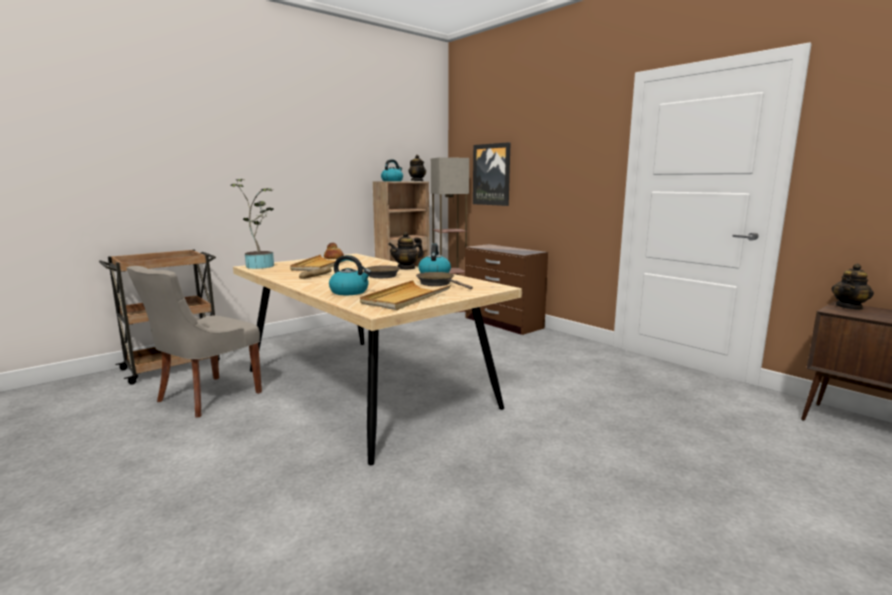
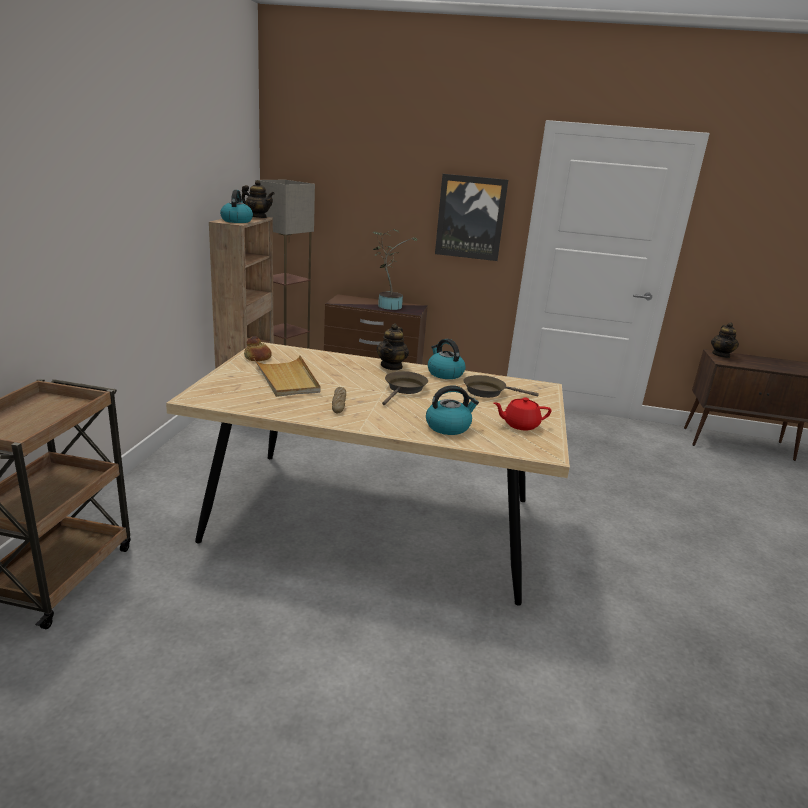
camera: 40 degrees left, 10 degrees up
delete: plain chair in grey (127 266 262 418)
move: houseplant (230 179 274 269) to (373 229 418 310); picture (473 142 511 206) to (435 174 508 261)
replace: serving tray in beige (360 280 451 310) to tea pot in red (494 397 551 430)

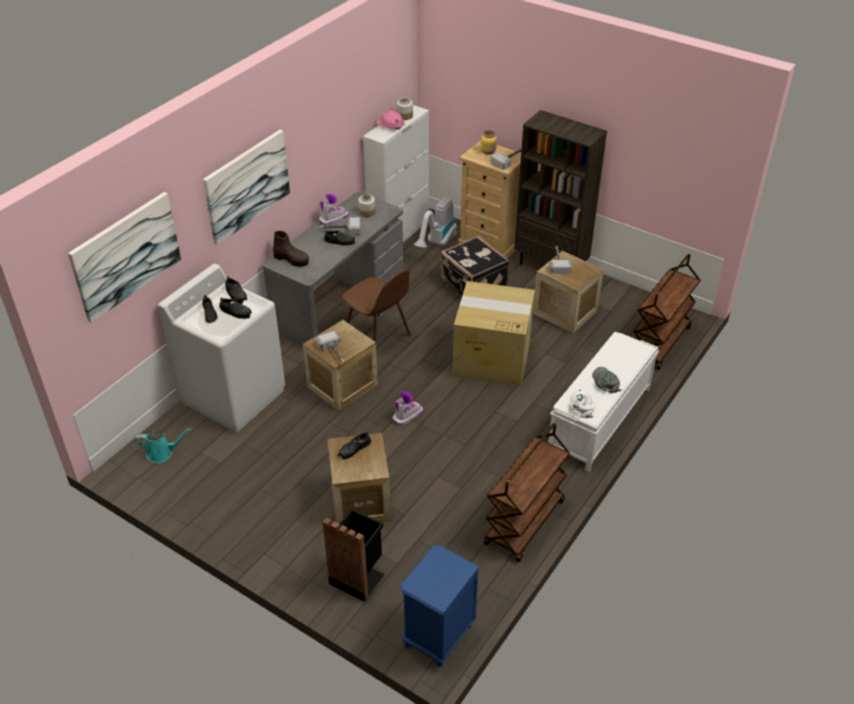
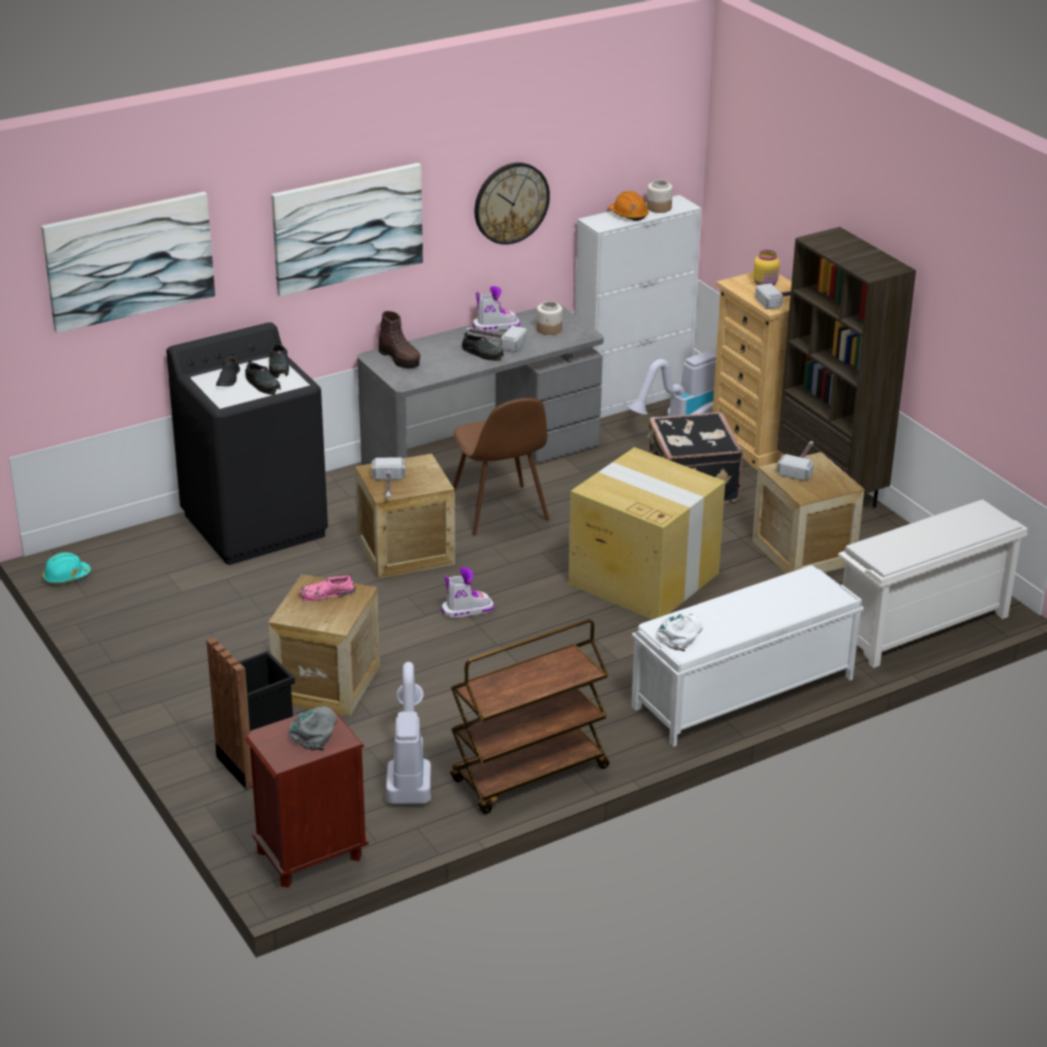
camera: 25 degrees right, 10 degrees down
delete: sprinkling can in turquoise (135 428 191 463)
insert: work helmet in turquoise (42 552 91 584); vacuum cleaner (386 662 431 804); clock on the wall (475 163 550 245)
move: cap in grey (592 367 621 393) to (289 706 337 750)
replace: wheeled cart in brown-coloured (633 253 701 370) to shoe stand in white (838 500 1028 668)
recolor: laundry appliance in white (158 264 285 432) to laundry appliance in black-coloured (166 322 328 565); item of footwear in black-coloured (338 432 372 460) to item of footwear in pink-coloured (299 574 356 601); work helmet in pink-coloured (377 110 405 129) to work helmet in orange (608 191 649 221); nightstand in blue-coloured (400 545 480 667) to nightstand in brown-coloured (245 708 368 888)

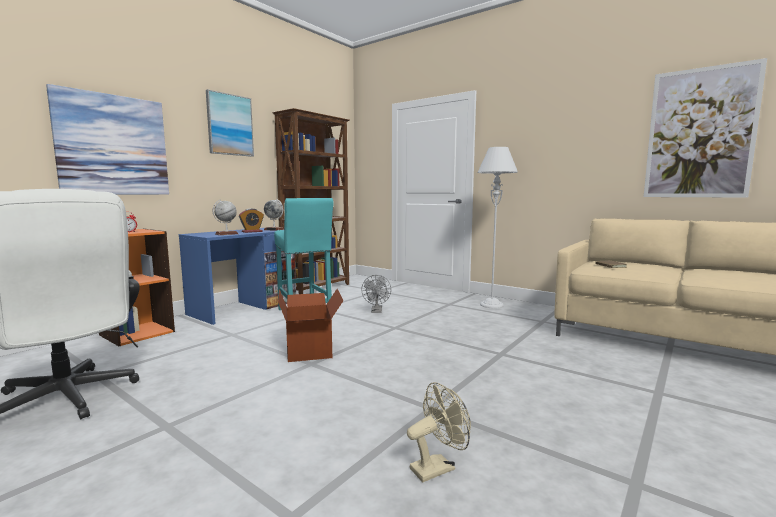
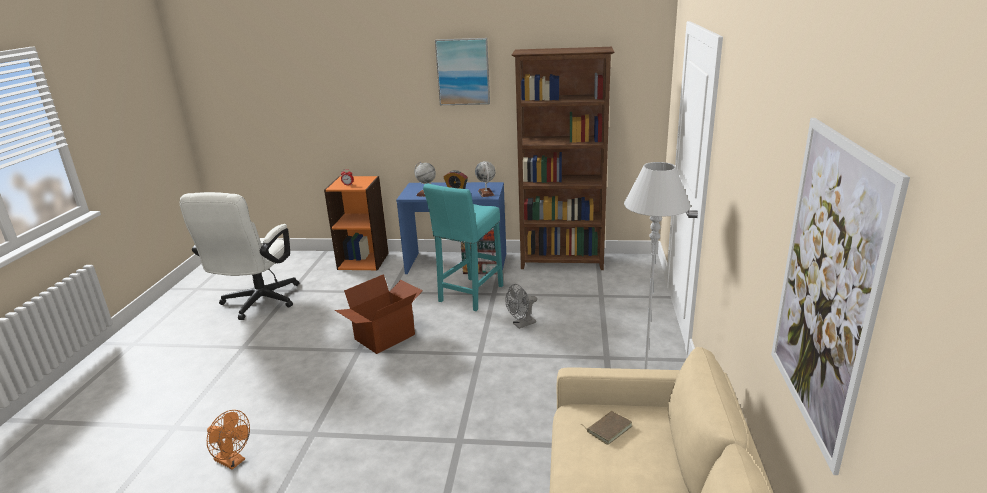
camera: 60 degrees right, 15 degrees up
delete: picture (46 84 169 195)
recolor: electric fan in beige (407 382 471 482) to electric fan in orange (207 410 250 470)

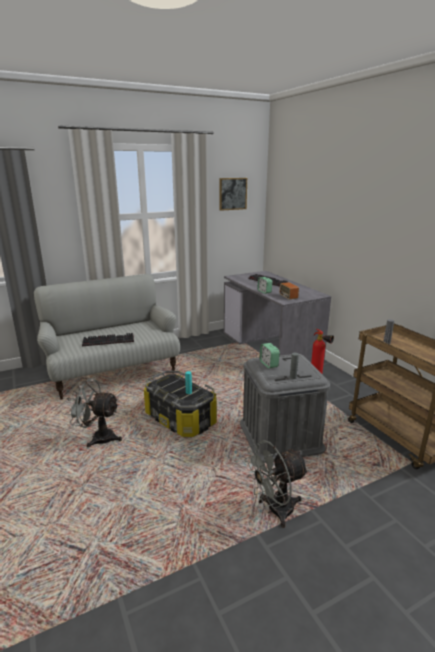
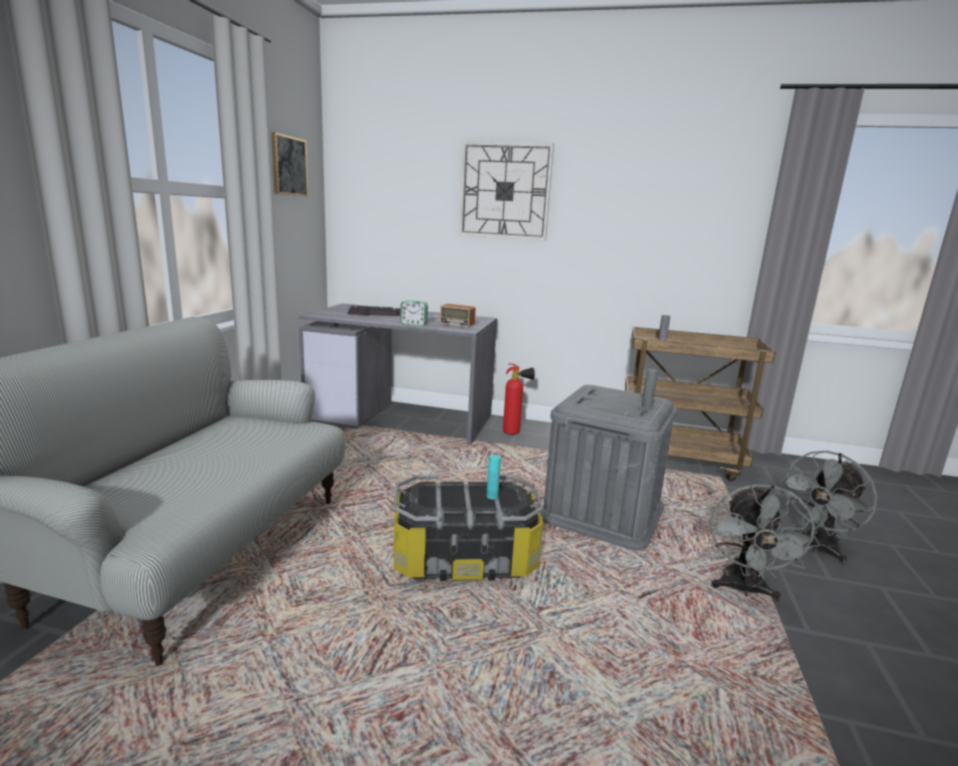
camera: 50 degrees left, 5 degrees down
delete: keyboard (82 333 134 347); alarm clock (260 343 280 368)
insert: clock on the wall (459 141 554 241)
move: electric fan in grey (66 378 122 448) to (779 451 878 564)

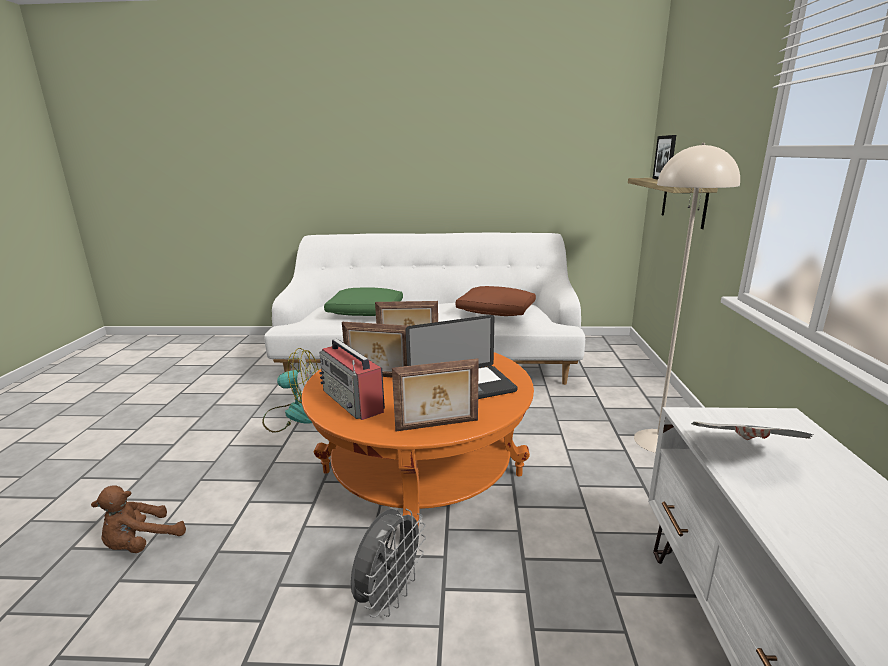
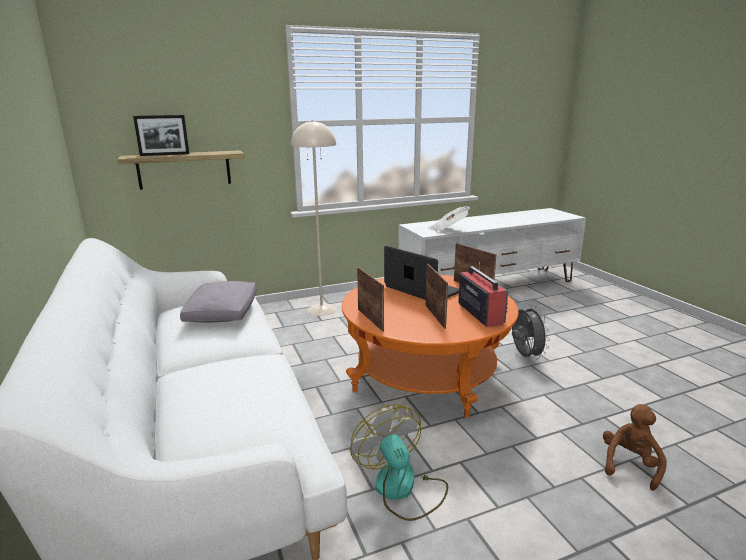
camera: 115 degrees left, 0 degrees up
delete: throw pillow in greenish (324 287 403 316)
recolor: throw pillow in brown-coloured (455 286 536 316) to throw pillow in grey (180 281 257 322)
rotate: plush toy in brown-coloured (91 485 186 553) = (603 404 667 491) 75 degrees counterclockwise; radio receiver (319 339 385 420) = (458 262 508 327) 45 degrees counterclockwise; electric fan in grey (351 509 426 618) = (512 305 550 359) 75 degrees clockwise

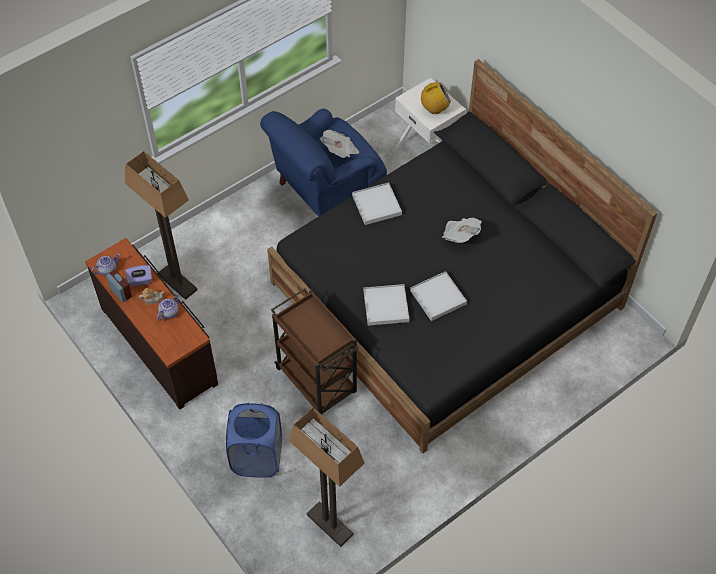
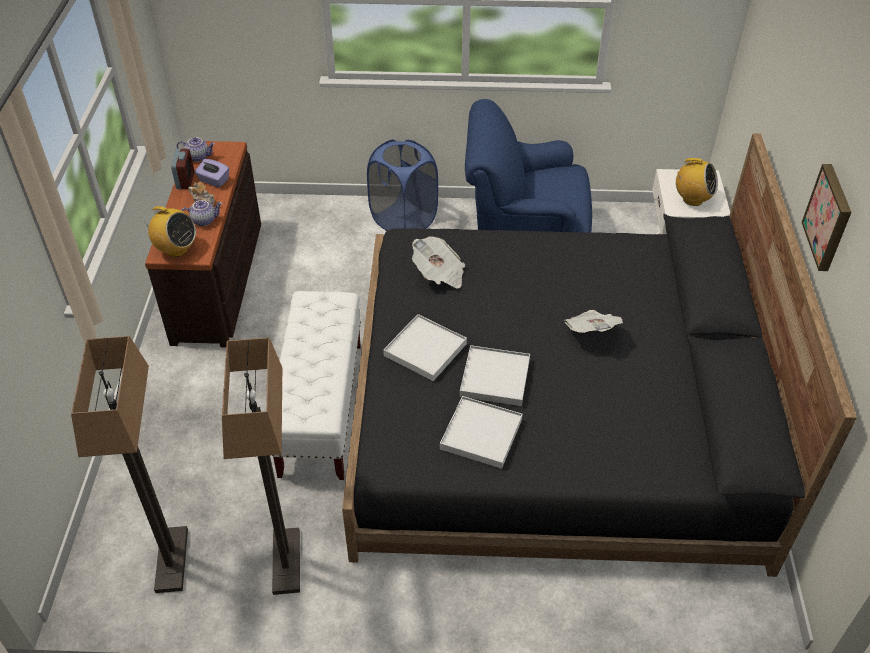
camera: 40 degrees right, 10 degrees down
insert: radio receiver (142 206 196 257); picture (802 164 852 271)
move: floor lamp (125 151 197 300) to (222 338 300 595); hamper in blue-coloured (226 403 282 478) to (367 140 438 231); printed paper (320 130 359 158) to (412 236 465 288); serving tray in white (352 182 402 225) to (440 396 523 469)
replace: wheeled cart in brown-coloured (271 288 359 415) to bench in white (272 291 361 480)

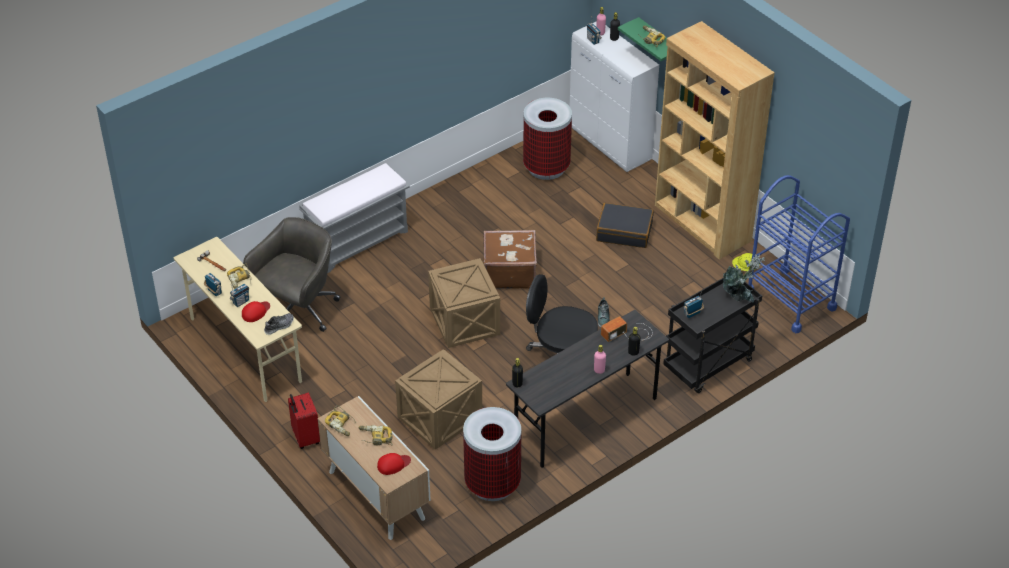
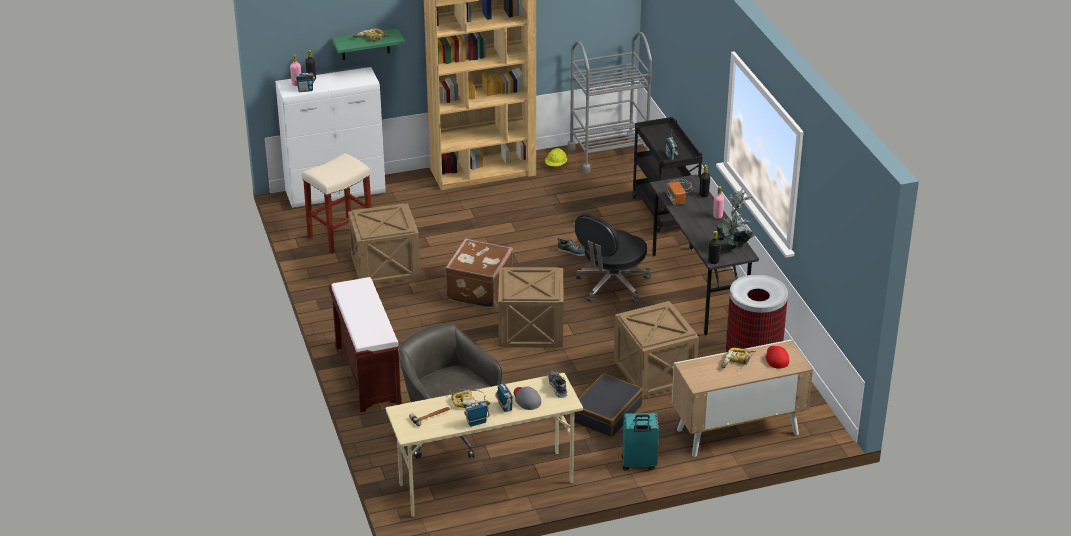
camera: 70 degrees left, 10 degrees down
delete: electric drill (325 405 356 436)
insert: shipping crate (348 203 421 284)
move: piece of luggage in black-coloured (596 203 654 248) to (574 374 643 437); houseplant (723 254 765 303) to (717 189 755 250)
replace: waste bin (523 98 572 180) to stool in beige (302 153 372 254)
recolor: cap in red (242 301 270 322) to cap in grey (514 386 541 410); piece of luggage in red (288 393 320 449) to piece of luggage in turquoise (622 413 659 471); bench in grey (299 163 410 273) to bench in brown-coloured (329 277 402 412); wheeled cart in blue-coloured (748 175 850 333) to wheeled cart in grey (567 32 652 173)

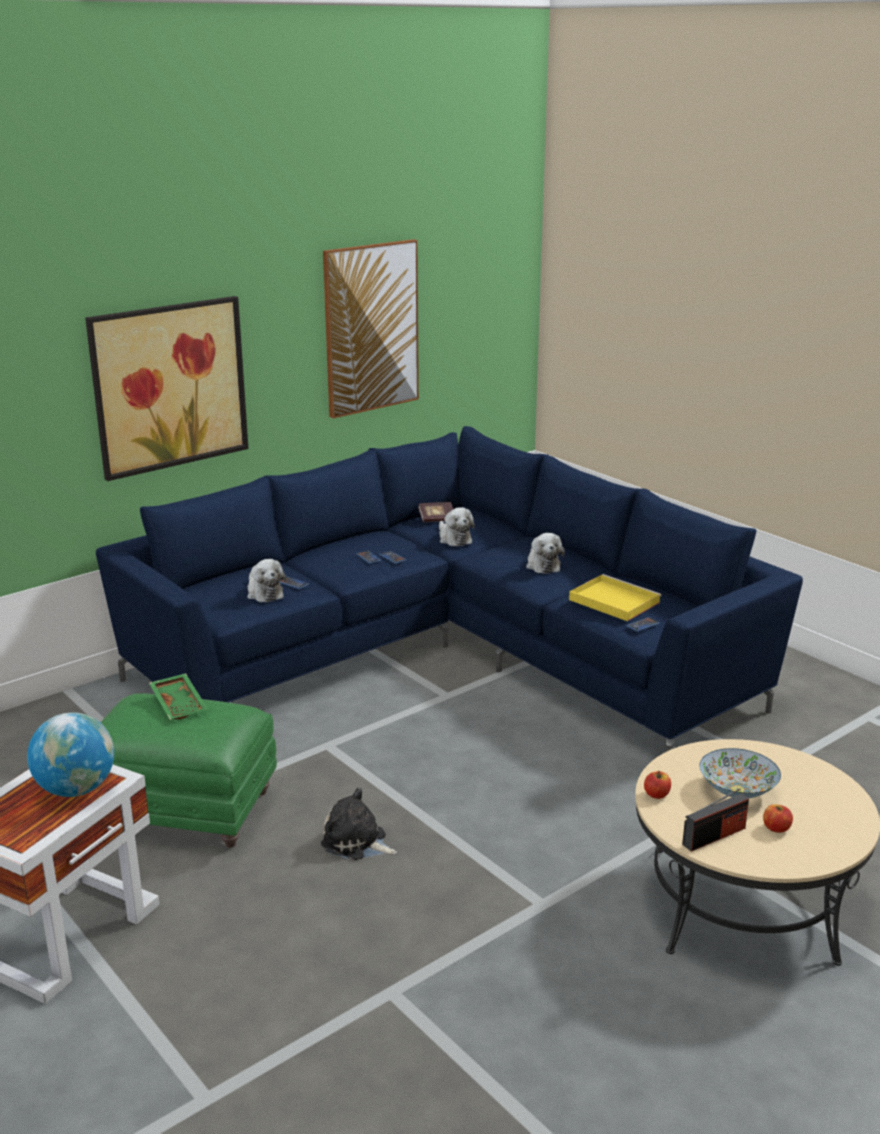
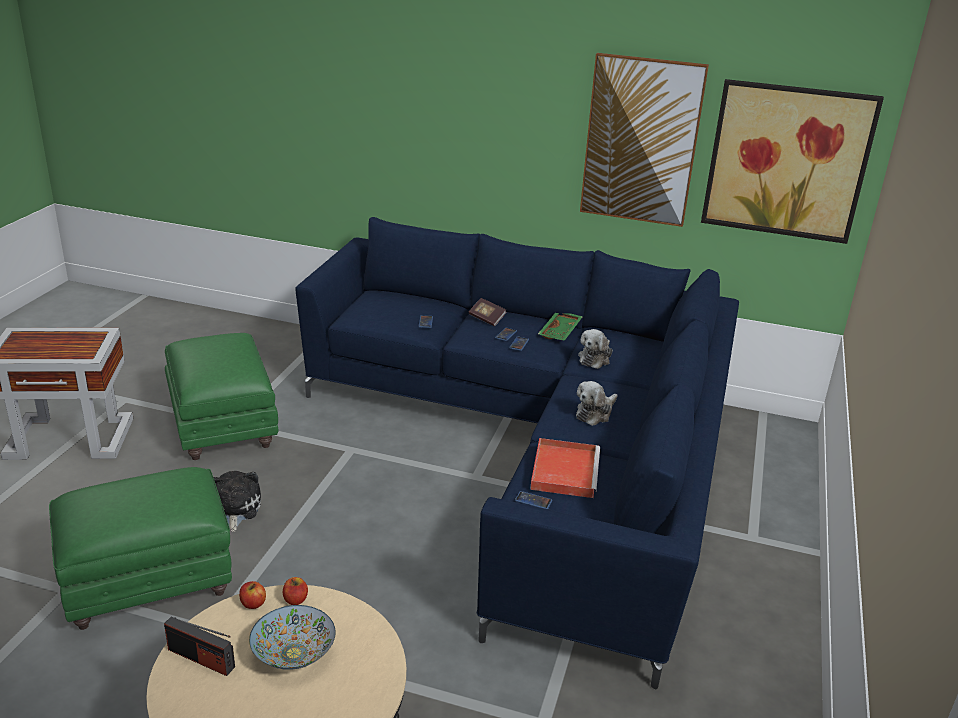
camera: 55 degrees right, 5 degrees up
delete: world globe (27 712 114 797); plush toy (247 559 286 603)
insert: pouffe in greenish (49 467 232 630)
move: picture (85 296 249 481) to (701 79 884 244); serving tray in greenish (149 673 208 720) to (538 313 583 341); volume (418 502 453 522) to (469 298 506 326); apple (763 804 793 833) to (283 577 308 605)
recolor: serving tray in yellowish (569 574 661 621) to serving tray in red (530 438 600 498)

